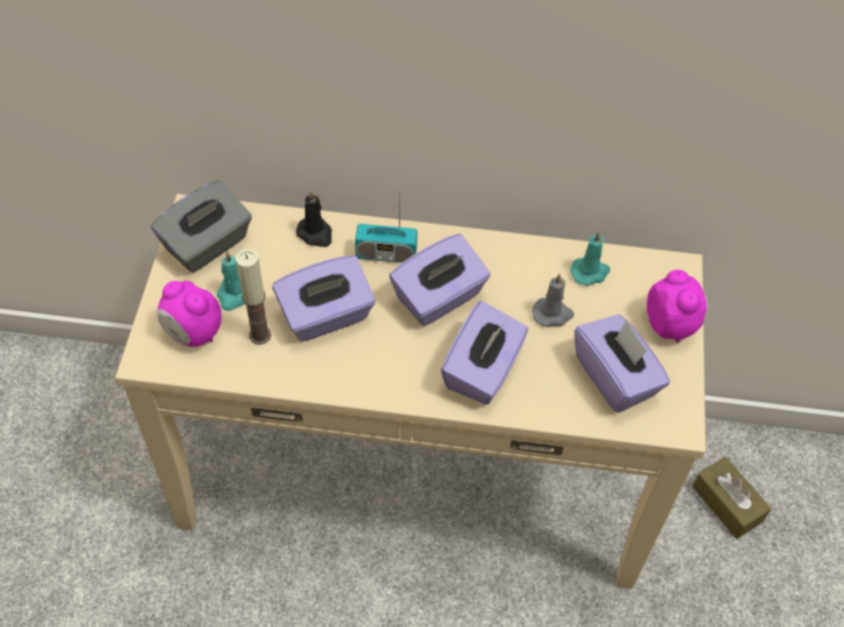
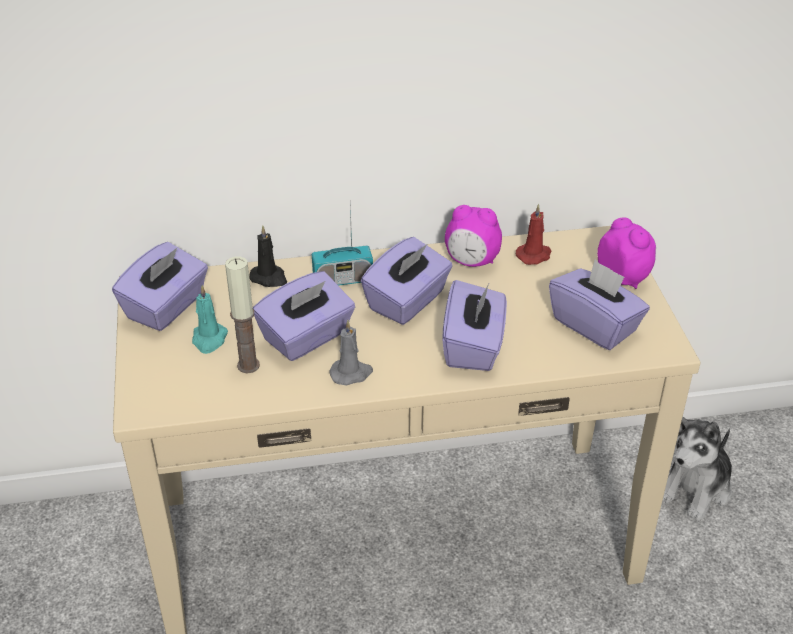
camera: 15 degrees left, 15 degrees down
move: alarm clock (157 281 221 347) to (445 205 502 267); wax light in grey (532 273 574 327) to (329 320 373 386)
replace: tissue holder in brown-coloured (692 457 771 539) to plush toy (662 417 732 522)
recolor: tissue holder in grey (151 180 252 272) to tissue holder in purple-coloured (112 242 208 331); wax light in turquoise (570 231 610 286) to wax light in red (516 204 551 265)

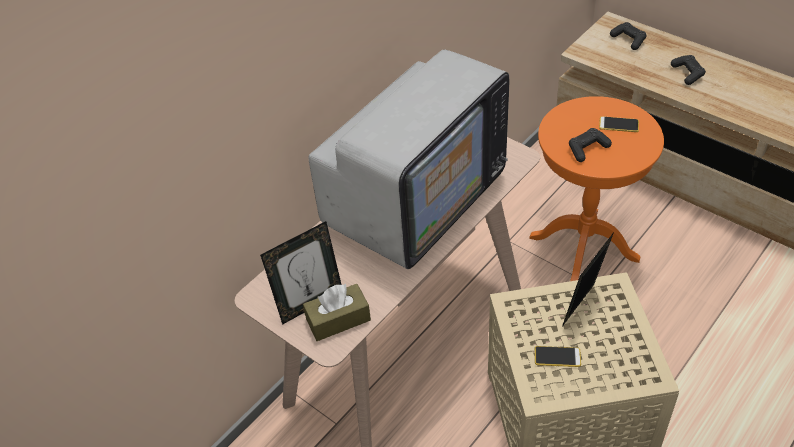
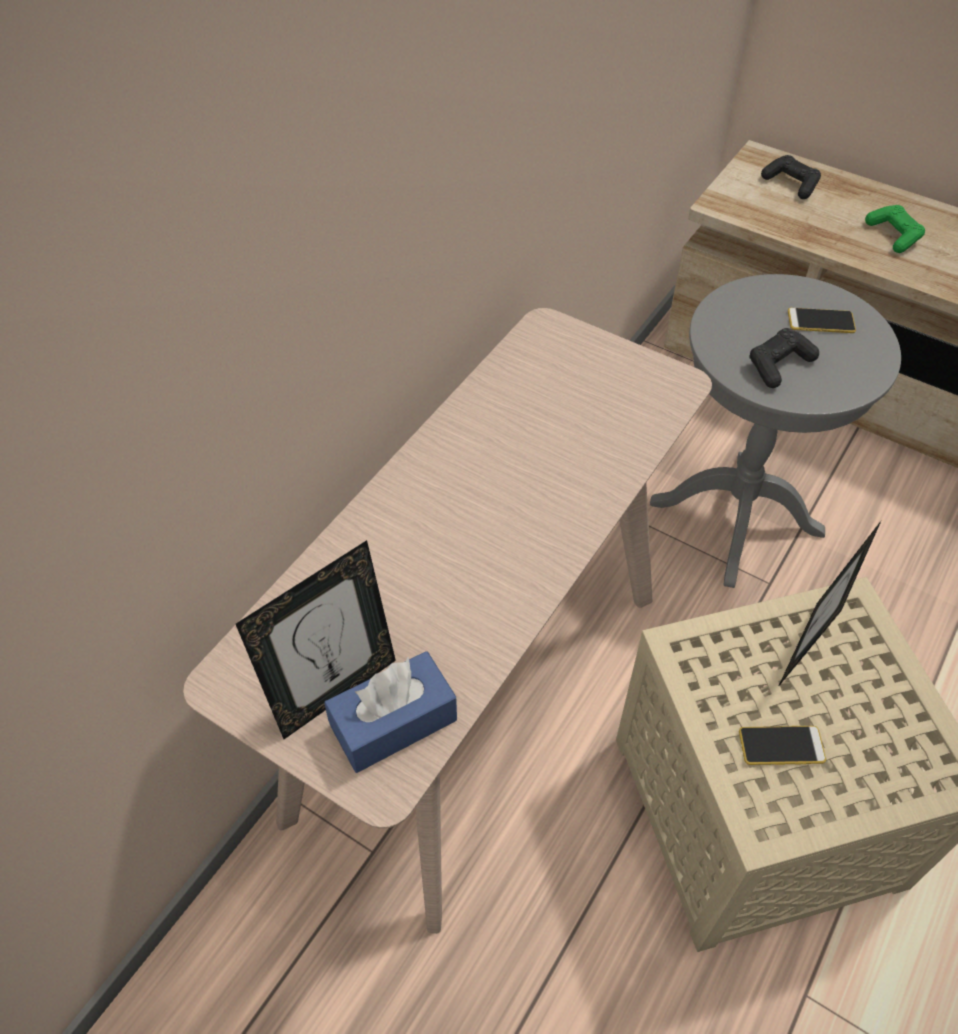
camera: 10 degrees left, 5 degrees up
delete: television (308 50 509 269)
recolor: tissue holder in brown-coloured (303 283 371 341) to tissue holder in blue-coloured (324 651 457 773); accent table in orange (529 96 664 281) to accent table in grey (650 274 901 588); game controller in black-coloured (671 55 706 85) to game controller in greenish (865 205 925 253)

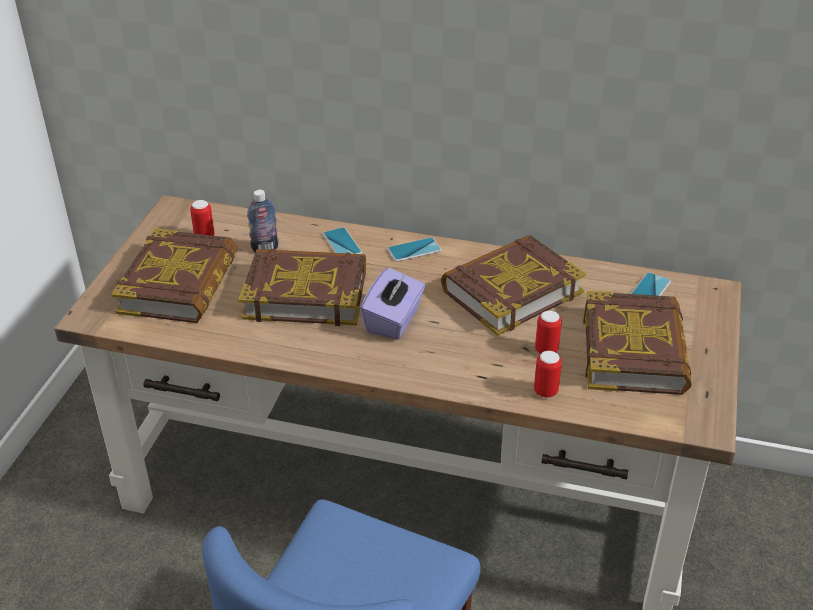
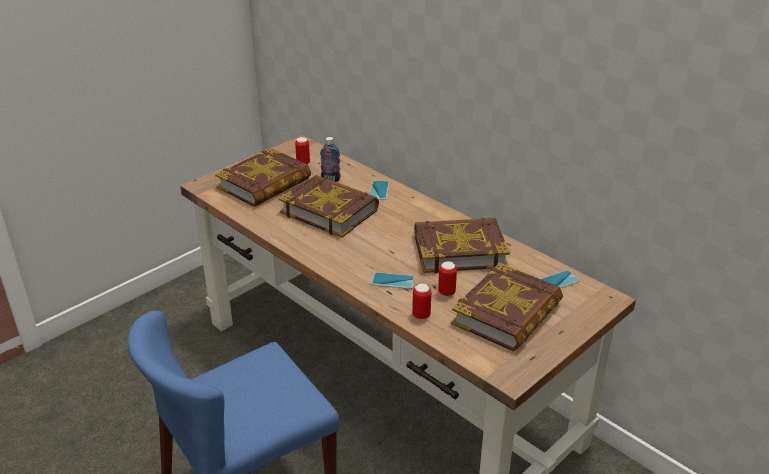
camera: 30 degrees right, 5 degrees down
delete: tissue holder in purple-coloured (360 268 425 340)
move: telephone (387 237 441 262) to (371 272 415 289)

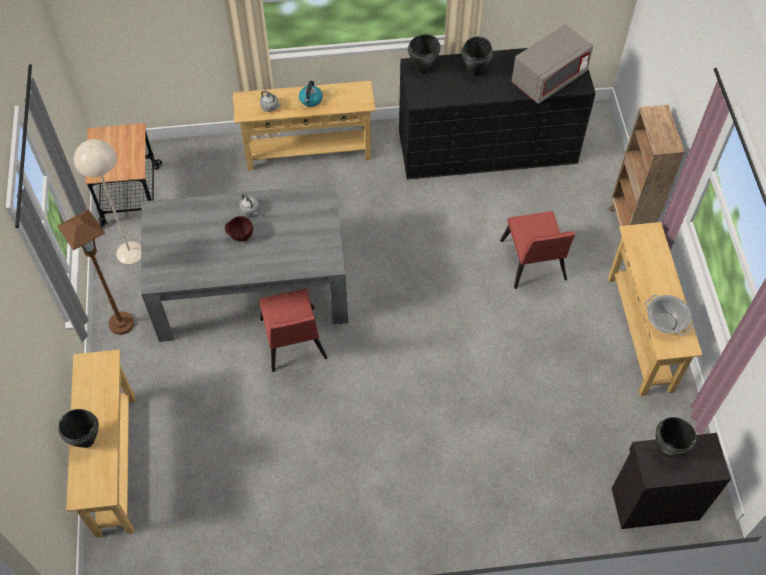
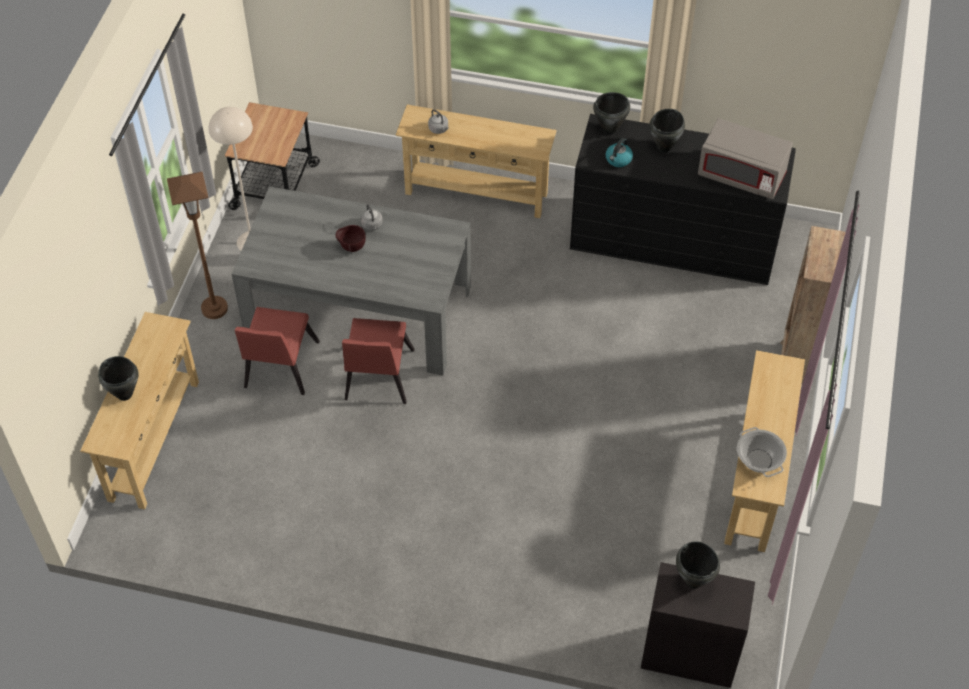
camera: 20 degrees right, 5 degrees down
move: tea kettle (299 81 323 107) to (605 138 633 167); plain chair in red (500 211 575 289) to (235 307 320 395)
rotate: kitchen microwave in grey (511 24 593 104) = (698 118 793 199) 45 degrees clockwise

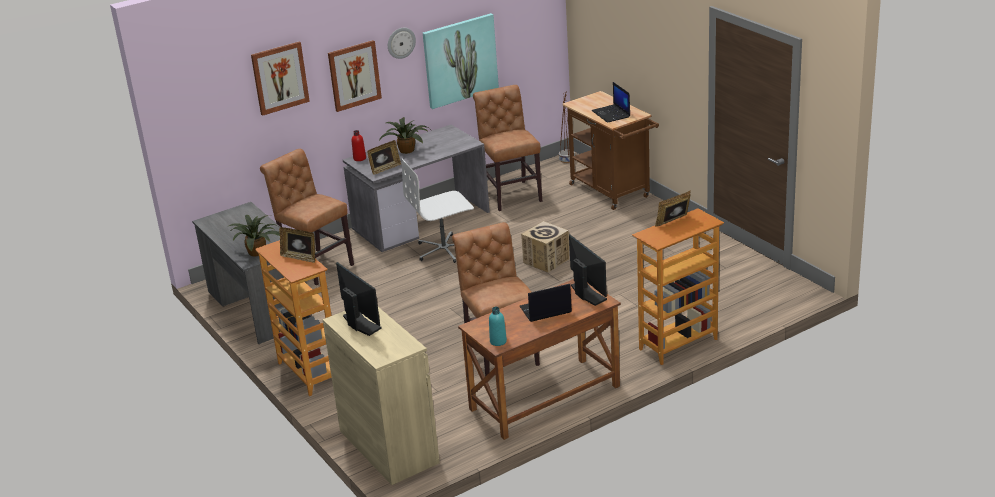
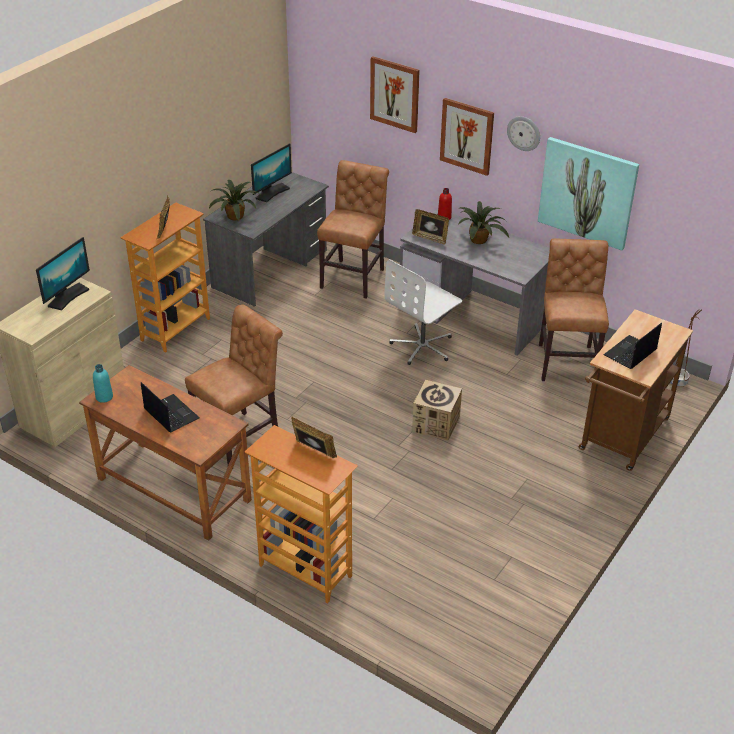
camera: 65 degrees right, 10 degrees up
move: monitor (569 234 607 306) to (251 143 292 202)
rotate: computer chair in white (401 158 474 263) = (384 259 462 365) 90 degrees counterclockwise; plain chair in brown-coloured (473 85 542 211) = (539 238 609 381) 45 degrees counterclockwise

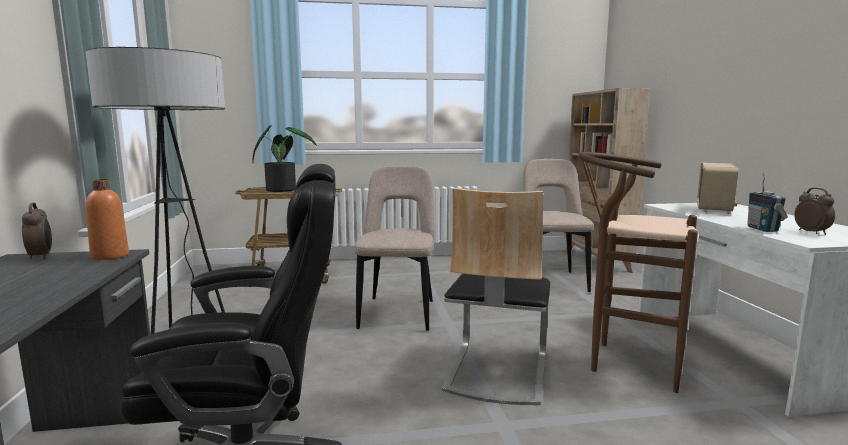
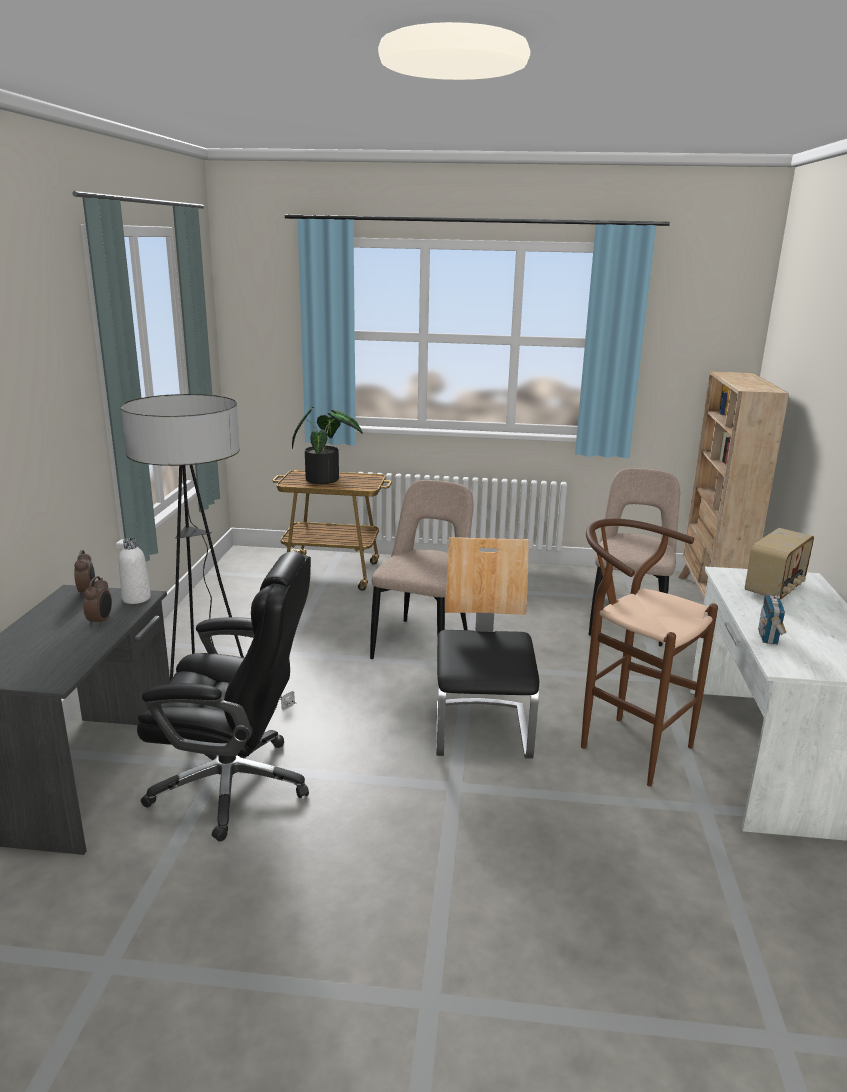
camera: 15 degrees right, 10 degrees up
move: alarm clock (794 188 835 235) to (84 576 112 627)
recolor: drink bottle in orange (86 179 129 260) to drink bottle in white (119 538 151 604)
rotate: plain chair (441 188 550 405) = (436 537 539 759) 150 degrees clockwise

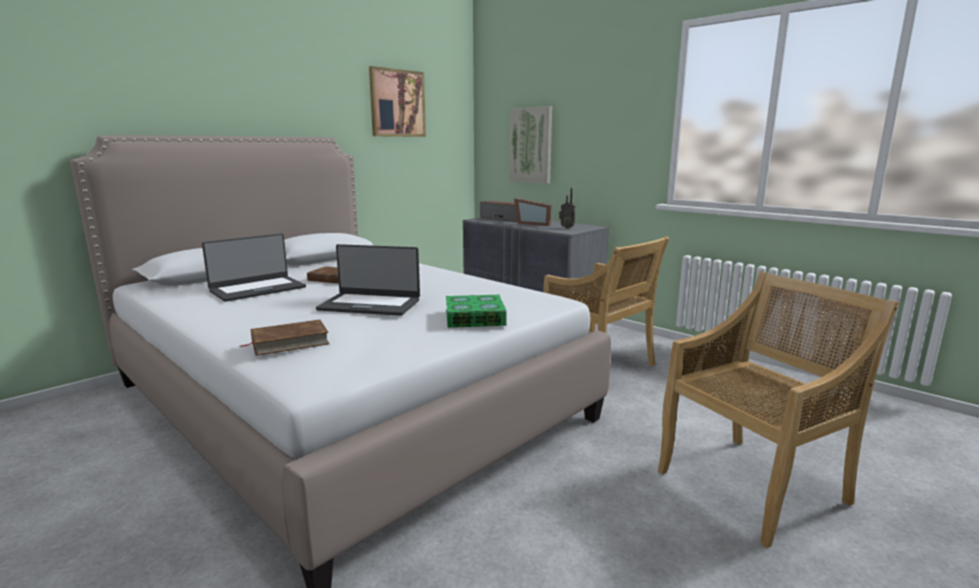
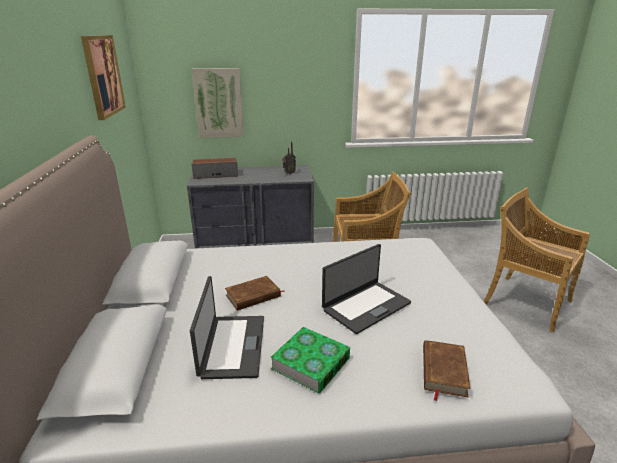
camera: 50 degrees left, 10 degrees up
delete: standing frame (514 198 552 226)
move: volume (446 295 507 328) to (270 327 350 393)
rotate: plain chair in beige (658 271 899 548) = (484 188 590 332) 60 degrees counterclockwise

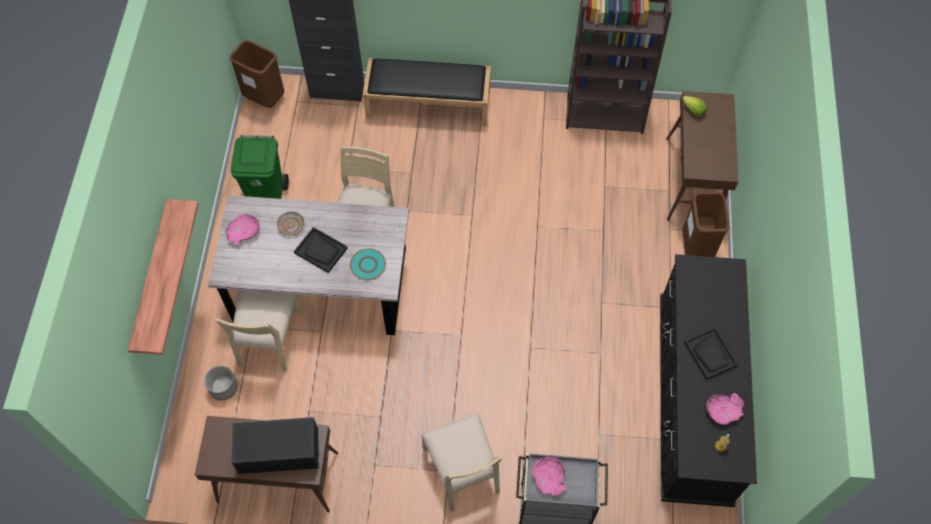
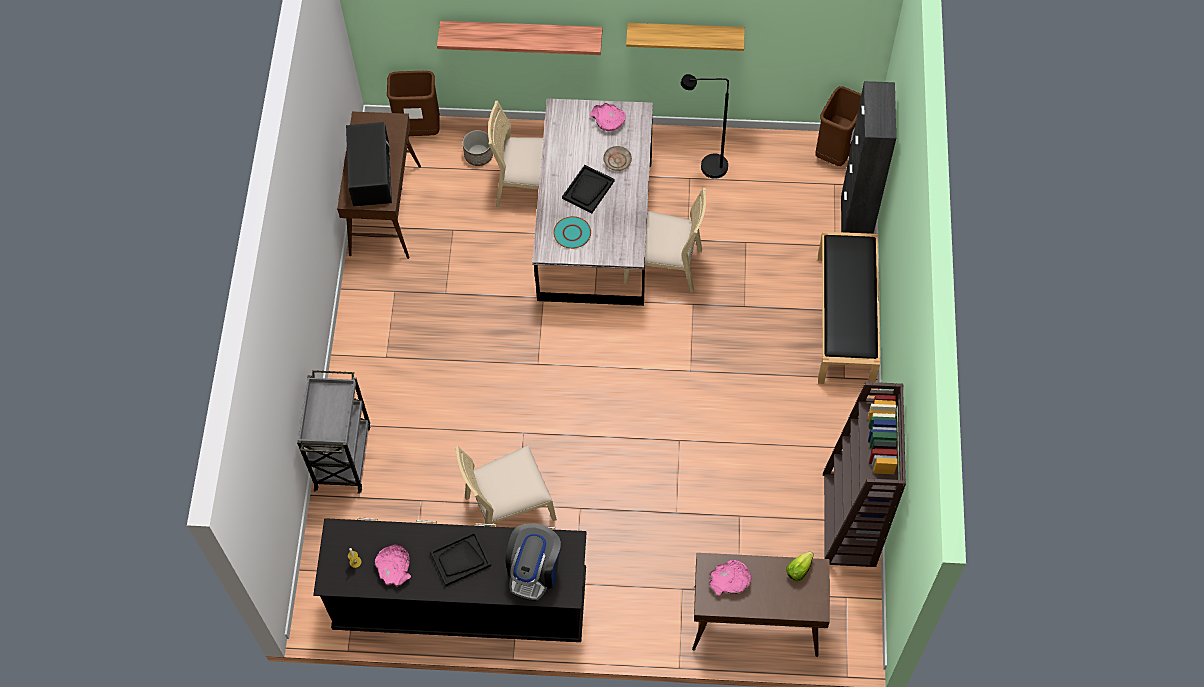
camera: 90 degrees right, 0 degrees up
insert: coffee brewer (505 523 561 601); shelf (626 23 745 51)
move: plain chair in beige (421 413 503 512) to (455 445 557 526); bowl in pink-coloured (532 455 567 497) to (709 560 751 595); waste bin in brown-coloured (683 192 730 257) to (387 71 440 136)
replace: waste bin in greenish (231 135 289 199) to floor lamp in black-coloured (681 74 729 179)

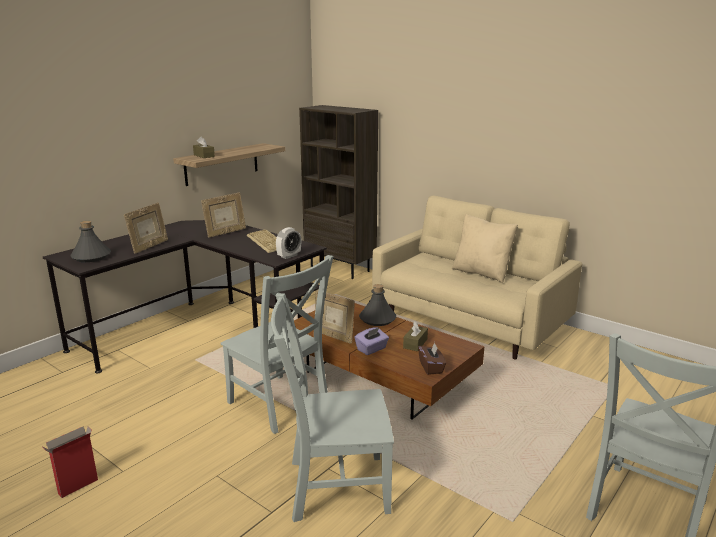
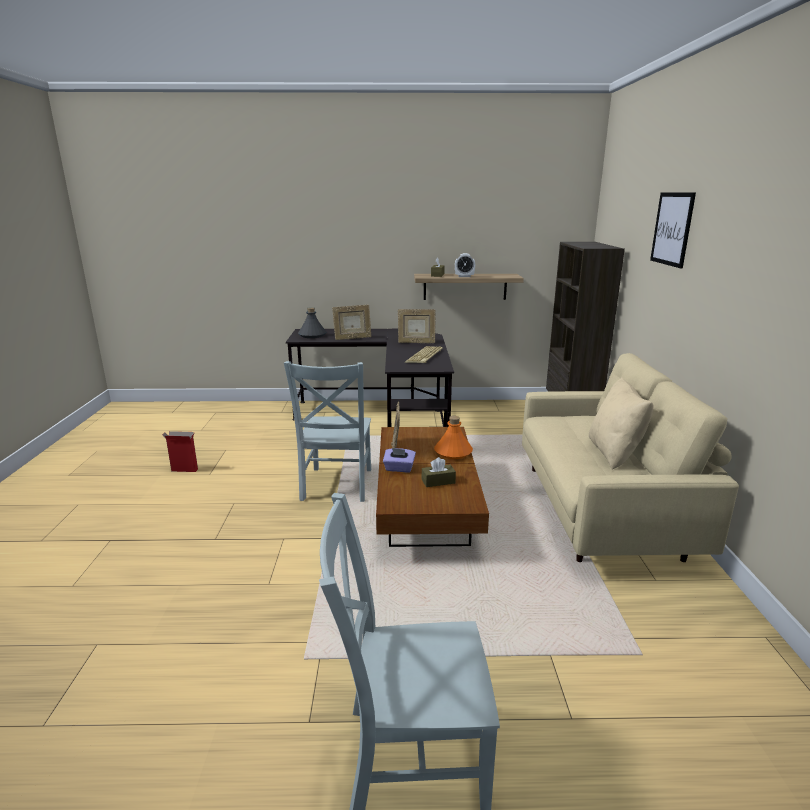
camera: 50 degrees right, 0 degrees up
delete: plain chair in grey (271 293 394 522); tissue holder in brown-coloured (418 342 446 375)
insert: picture (650 193 696 268)
move: alarm clock (276 227 301 259) to (455 253 475 277)
recolor: drink bottle in grey (359 284 396 326) to drink bottle in orange (434 416 473 459)

